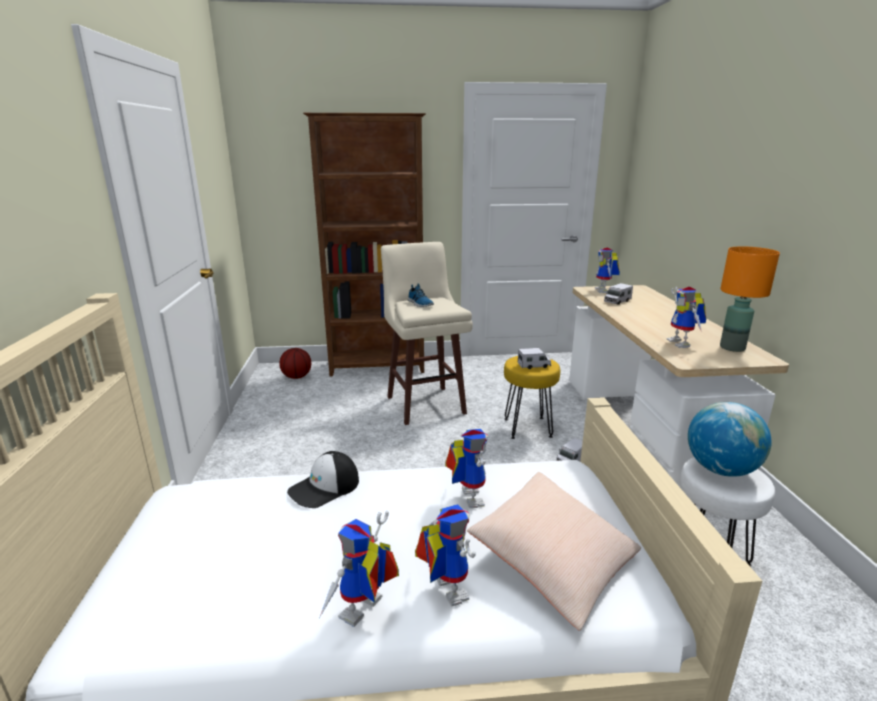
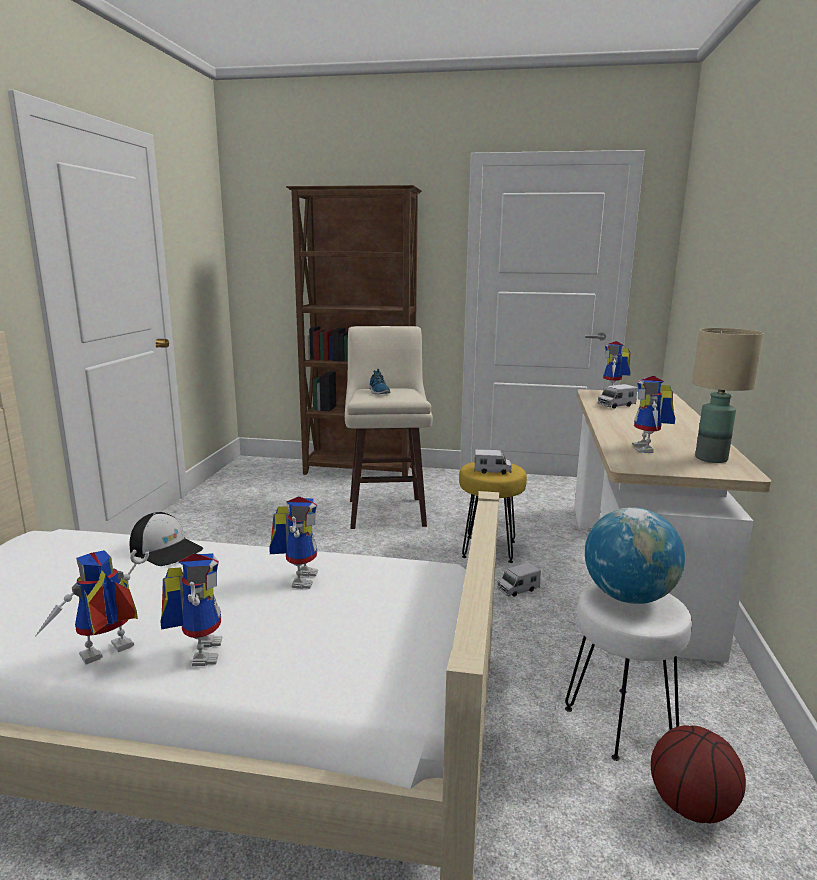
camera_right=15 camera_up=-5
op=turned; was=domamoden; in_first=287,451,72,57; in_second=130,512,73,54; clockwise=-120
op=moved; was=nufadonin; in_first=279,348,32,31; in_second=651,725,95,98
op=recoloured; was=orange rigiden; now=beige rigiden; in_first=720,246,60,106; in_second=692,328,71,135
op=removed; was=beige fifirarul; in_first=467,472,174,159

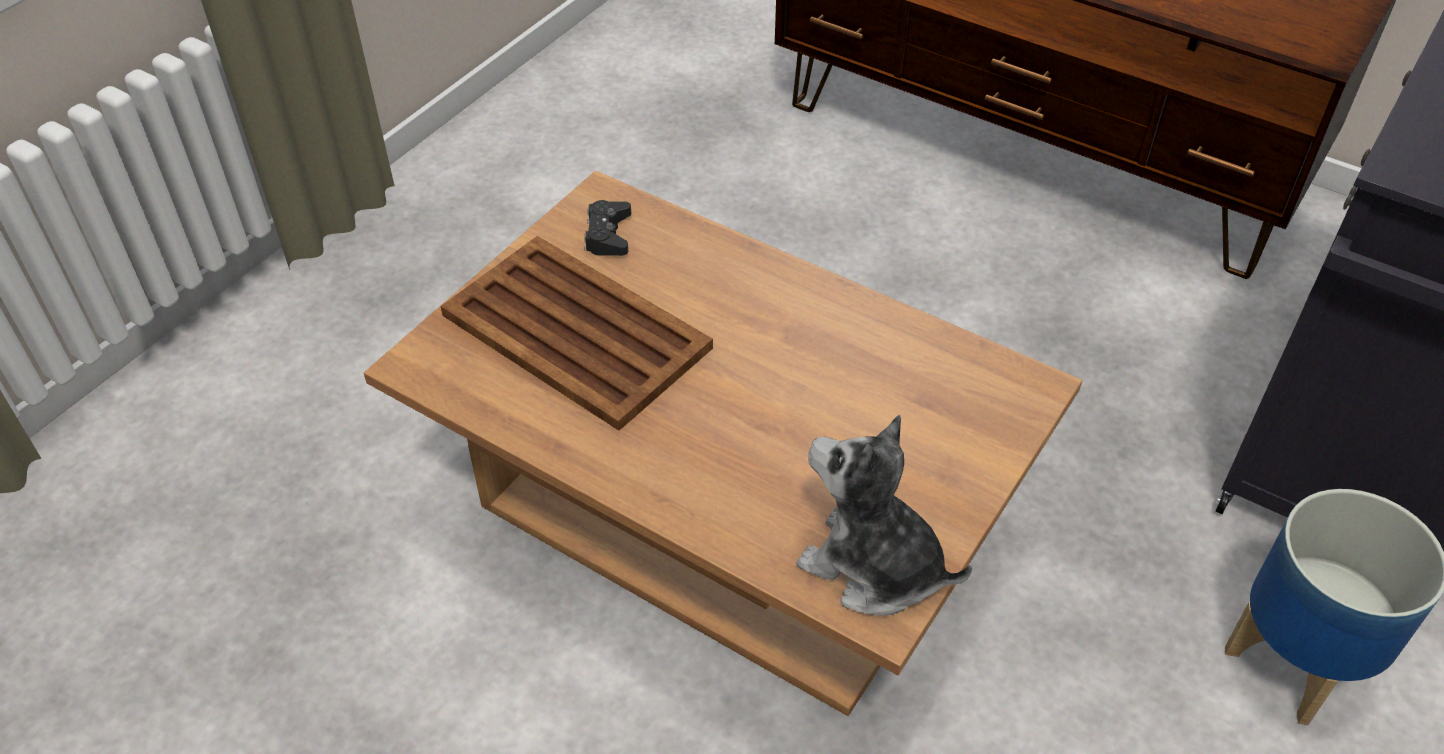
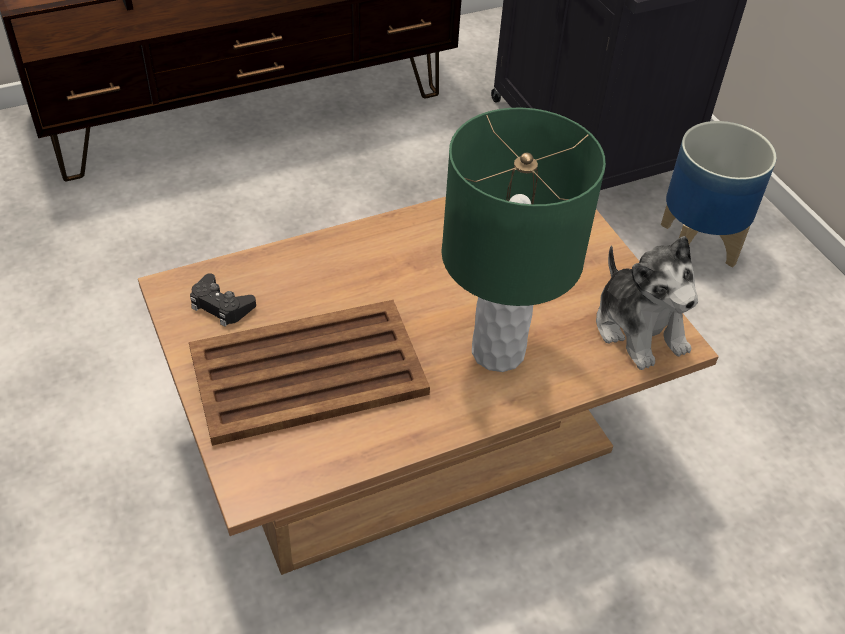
camera_right=-60 camera_up=0
op=added; now=green rigiden; in_second=441,108,165,264
op=turned; was=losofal; in_first=797,415,175,201; in_second=596,236,102,134; clockwise=-90

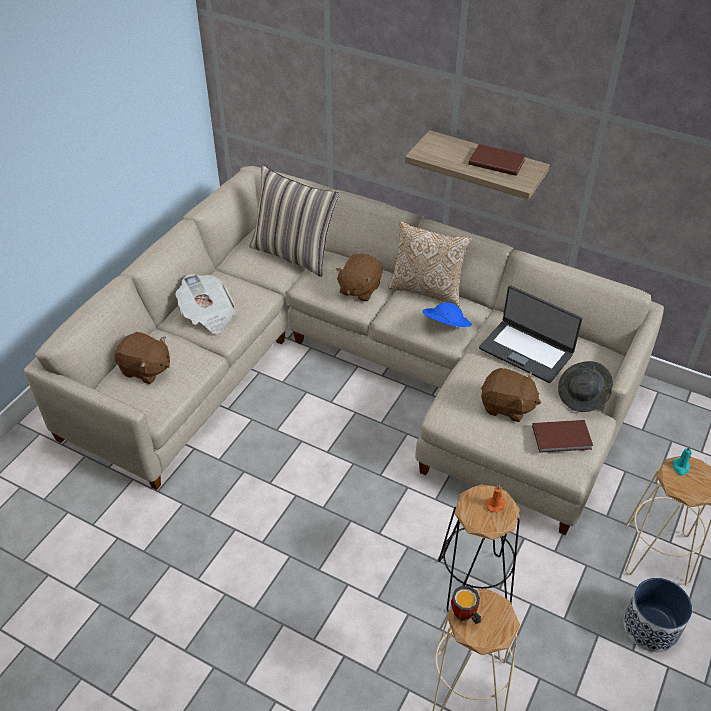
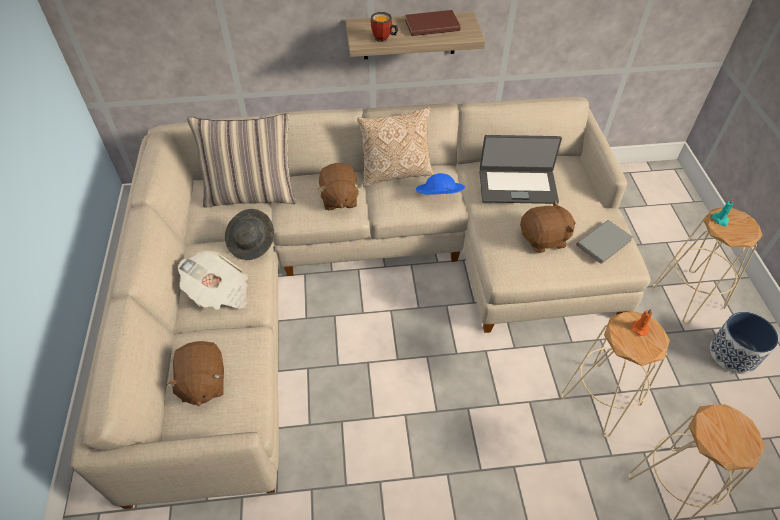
camera_right=-35 camera_up=5
op=turned; was=brown losofal; in_first=114,332,56,52; in_second=166,341,58,65; clockwise=90
op=moved; was=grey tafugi; in_first=558,361,55,51; in_second=225,209,49,51
op=moved; was=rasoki; in_first=451,586,30,38; in_second=371,12,28,30
op=recoloured; was=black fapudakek; now=beige fapudakek; in_first=438,484,82,128; in_second=561,311,109,126
op=recoloured; was=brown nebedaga; now=grey nebedaga; in_first=532,420,61,33; in_second=576,220,57,44

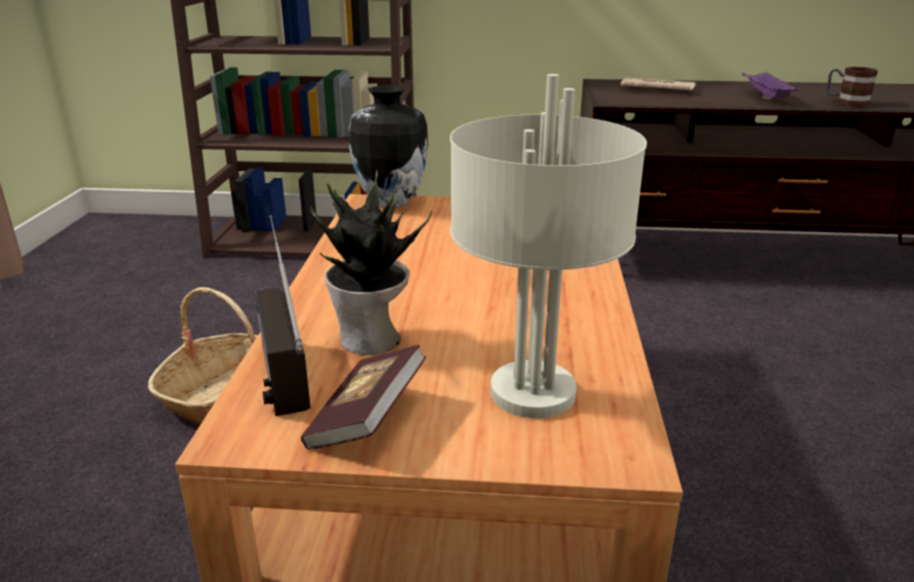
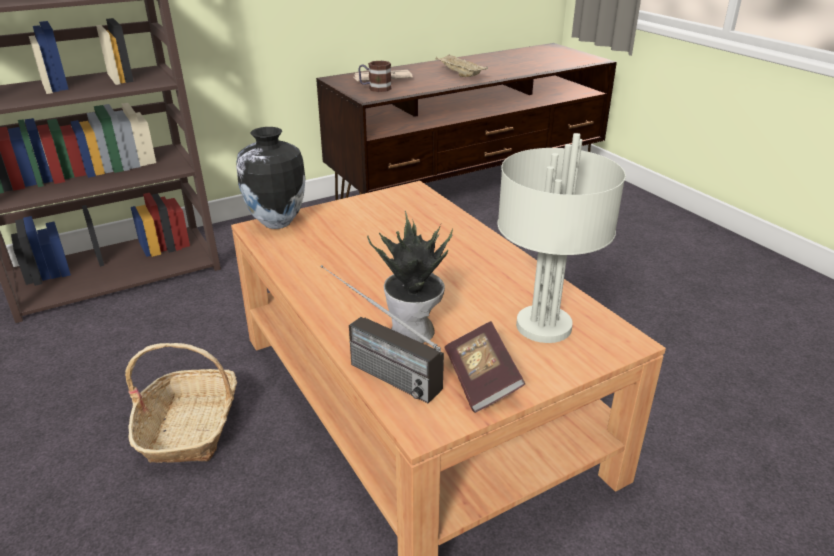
camera_right=-35 camera_up=5
op=moved; was=rasoki; in_first=827,67,51,40; in_second=358,61,33,31
op=recoloured; was=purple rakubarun; now=beige rakubarun; in_first=742,72,57,28; in_second=436,54,52,23

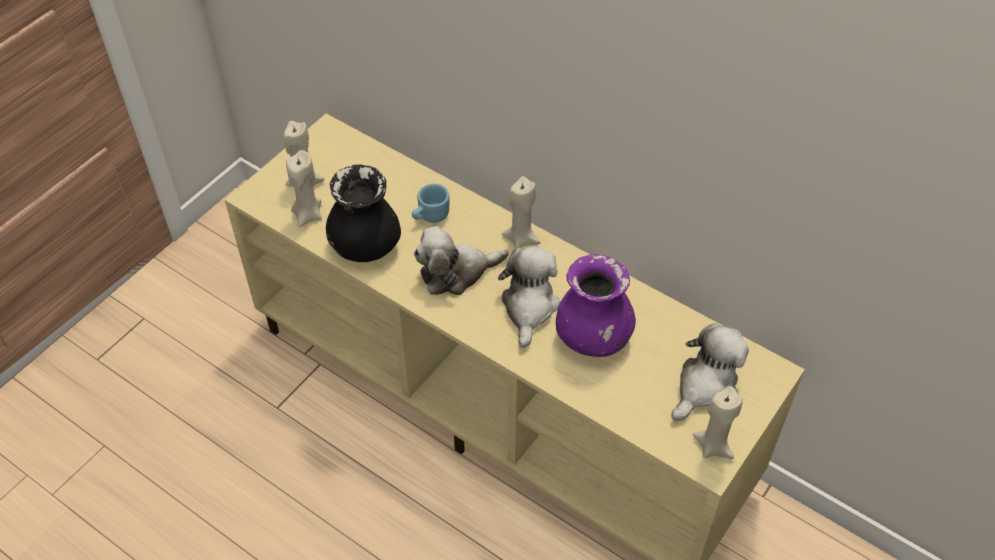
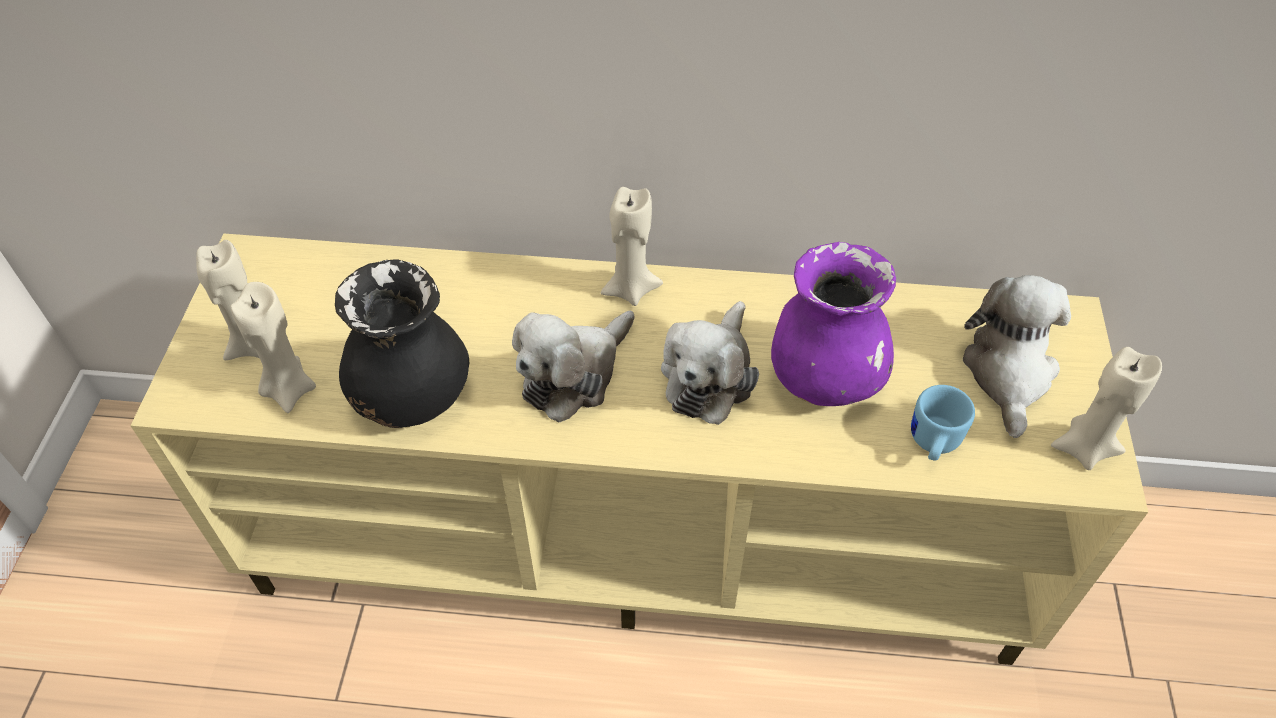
camera_right=-30 camera_up=0
op=turned; was=losofal; in_first=498,245,62,103; in_second=661,301,98,124; clockwise=-135
op=moved; was=blue rasoki; in_first=412,184,38,39; in_second=911,385,64,76

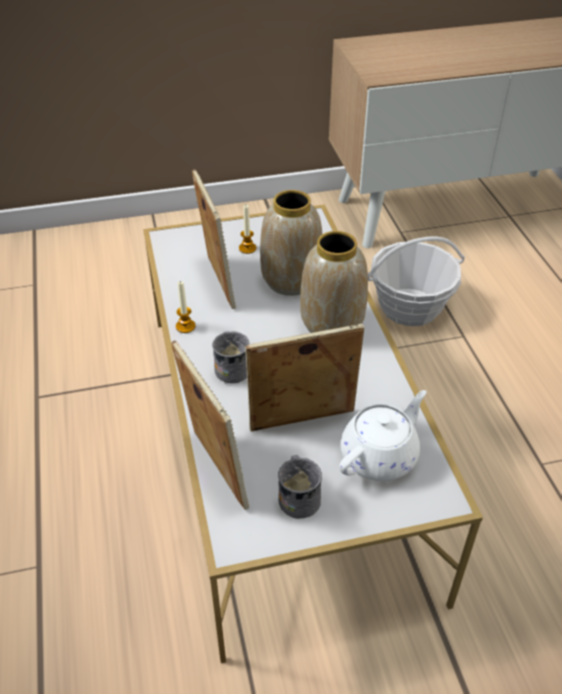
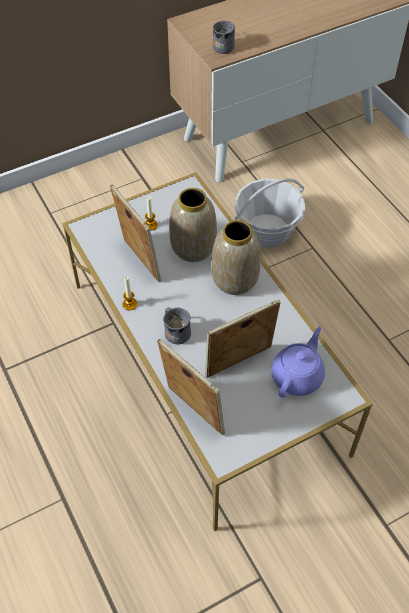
camera_right=-15 camera_up=10
op=moved; was=grey rasoki; in_first=278,455,44,64; in_second=213,21,22,33
op=recoloured; was=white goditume; now=purple goditume; in_first=339,390,88,91; in_second=271,327,54,71

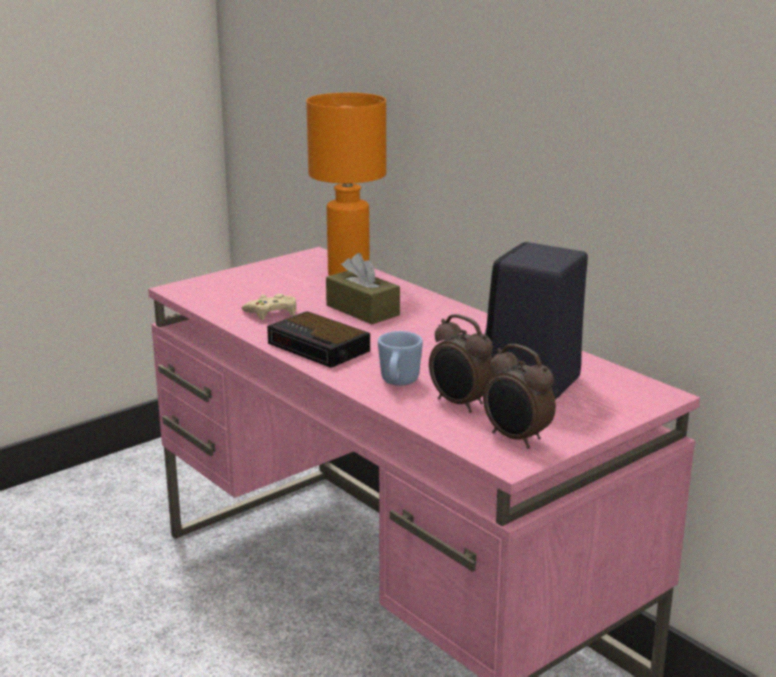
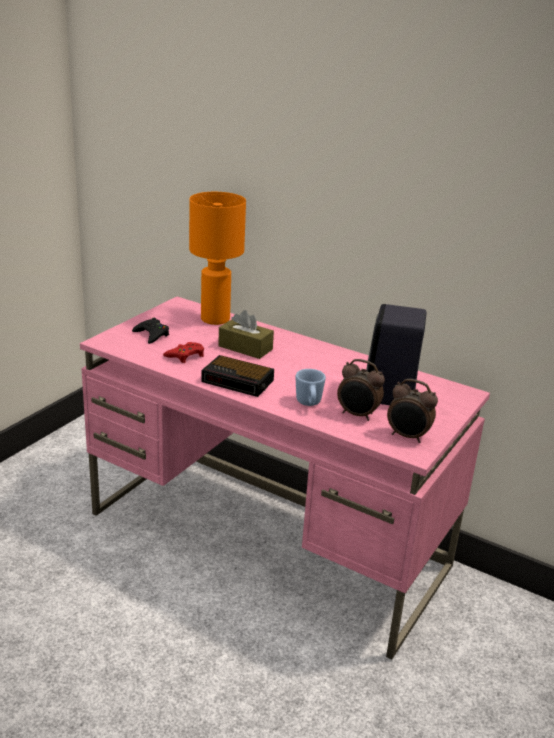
camera_right=-20 camera_up=5
op=added; now=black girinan; in_second=132,318,37,26
op=recoloured; was=beige girinan; now=red girinan; in_first=242,294,54,26; in_second=163,342,41,21

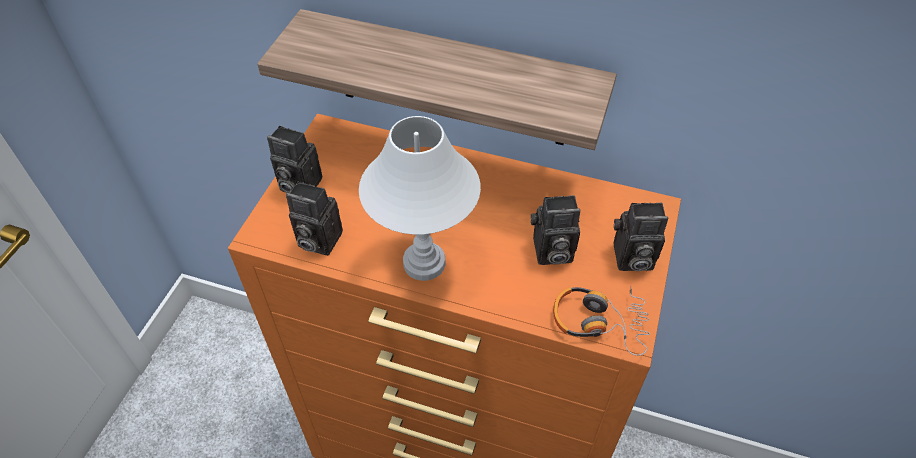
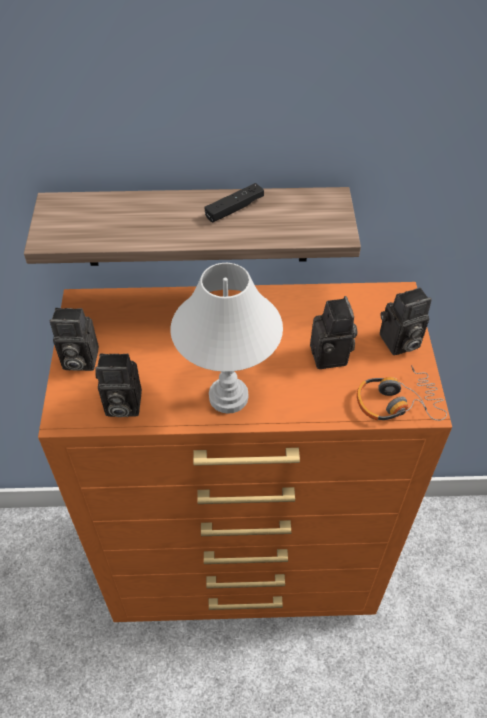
camera_right=-20 camera_up=0
op=added; now=black girinan; in_second=205,183,59,39
op=turned; was=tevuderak; in_first=531,195,49,70; in_second=310,296,48,73; clockwise=-75

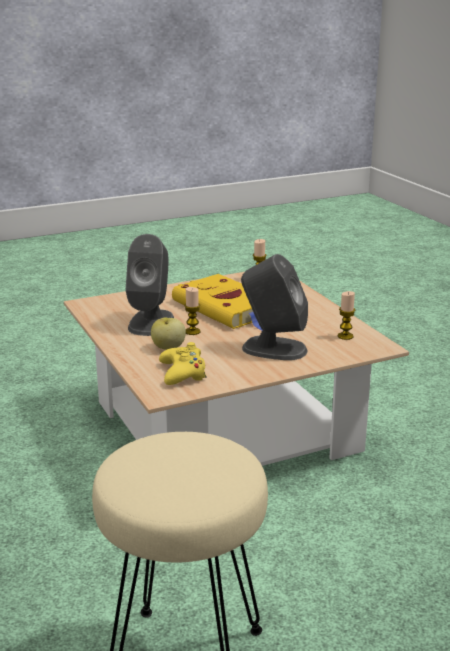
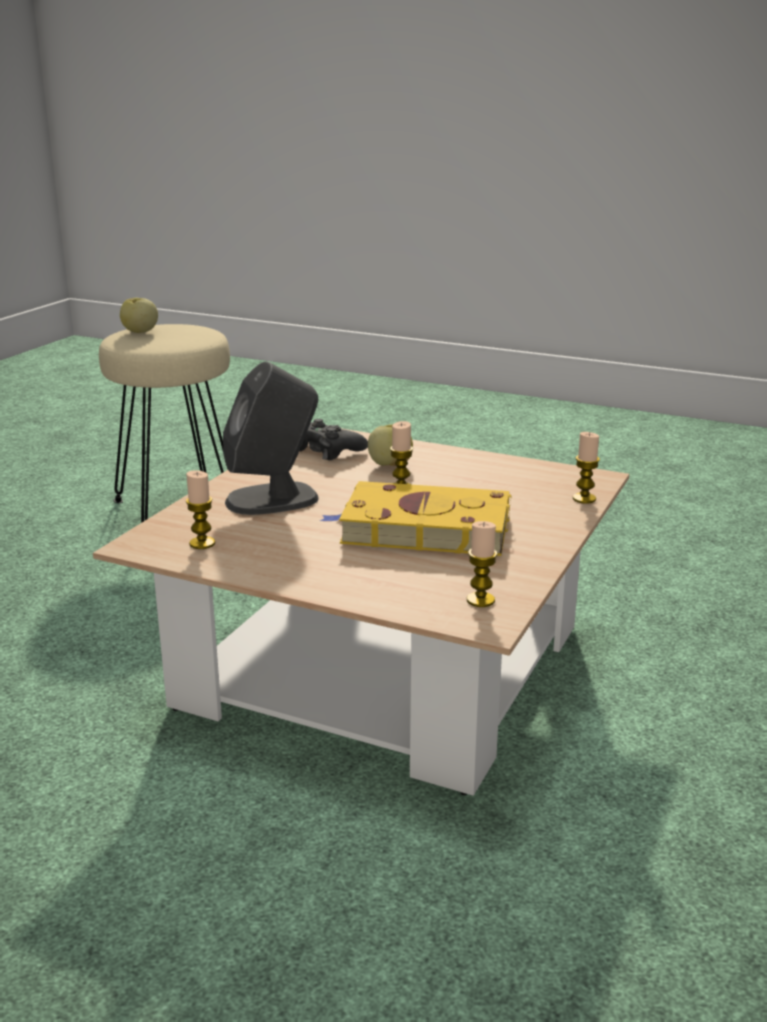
camera_right=140 camera_up=0
op=added; now=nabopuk; in_second=120,298,38,35
op=recoloured; was=yellow girinan; now=black girinan; in_first=159,342,48,43; in_second=300,419,68,41
op=added; now=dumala; in_second=573,432,27,72
op=removed; was=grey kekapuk; in_first=125,234,49,102

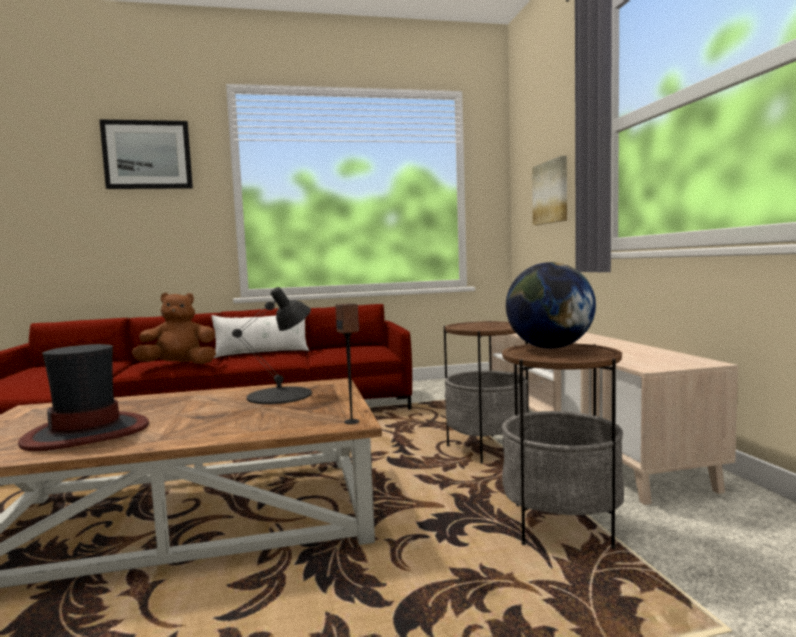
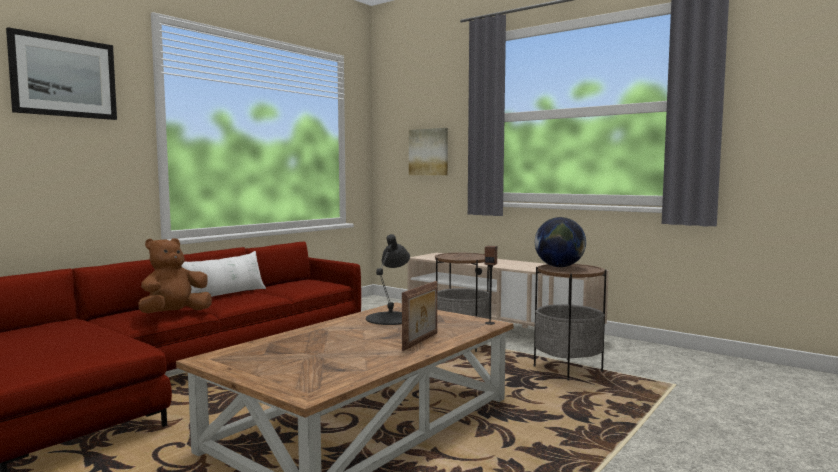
camera_right=-40 camera_up=0
op=added; now=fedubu; in_second=402,281,35,70
op=removed; was=tafugi; in_first=18,344,131,107

